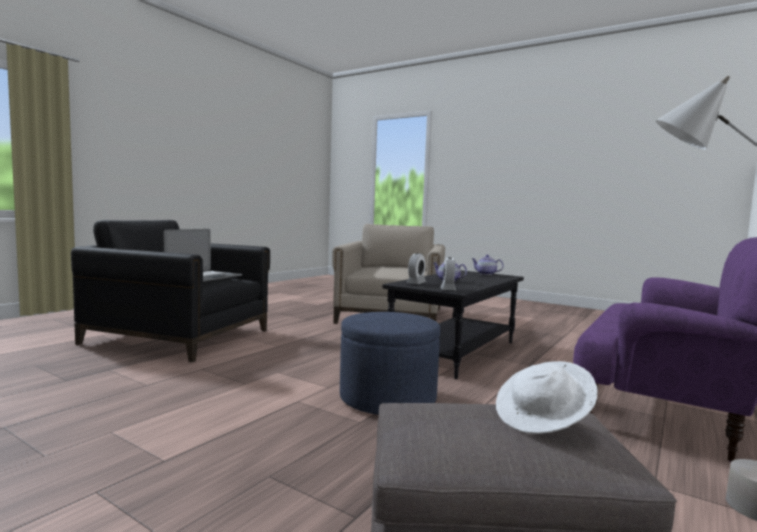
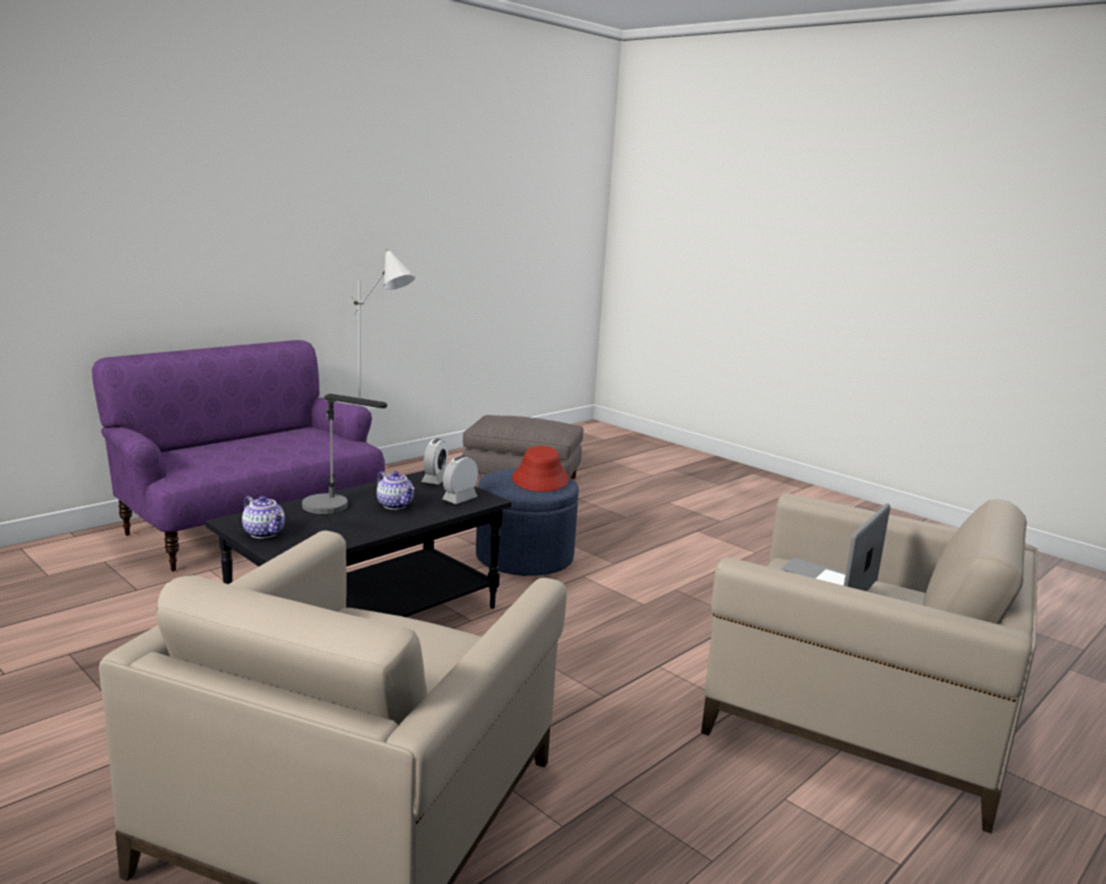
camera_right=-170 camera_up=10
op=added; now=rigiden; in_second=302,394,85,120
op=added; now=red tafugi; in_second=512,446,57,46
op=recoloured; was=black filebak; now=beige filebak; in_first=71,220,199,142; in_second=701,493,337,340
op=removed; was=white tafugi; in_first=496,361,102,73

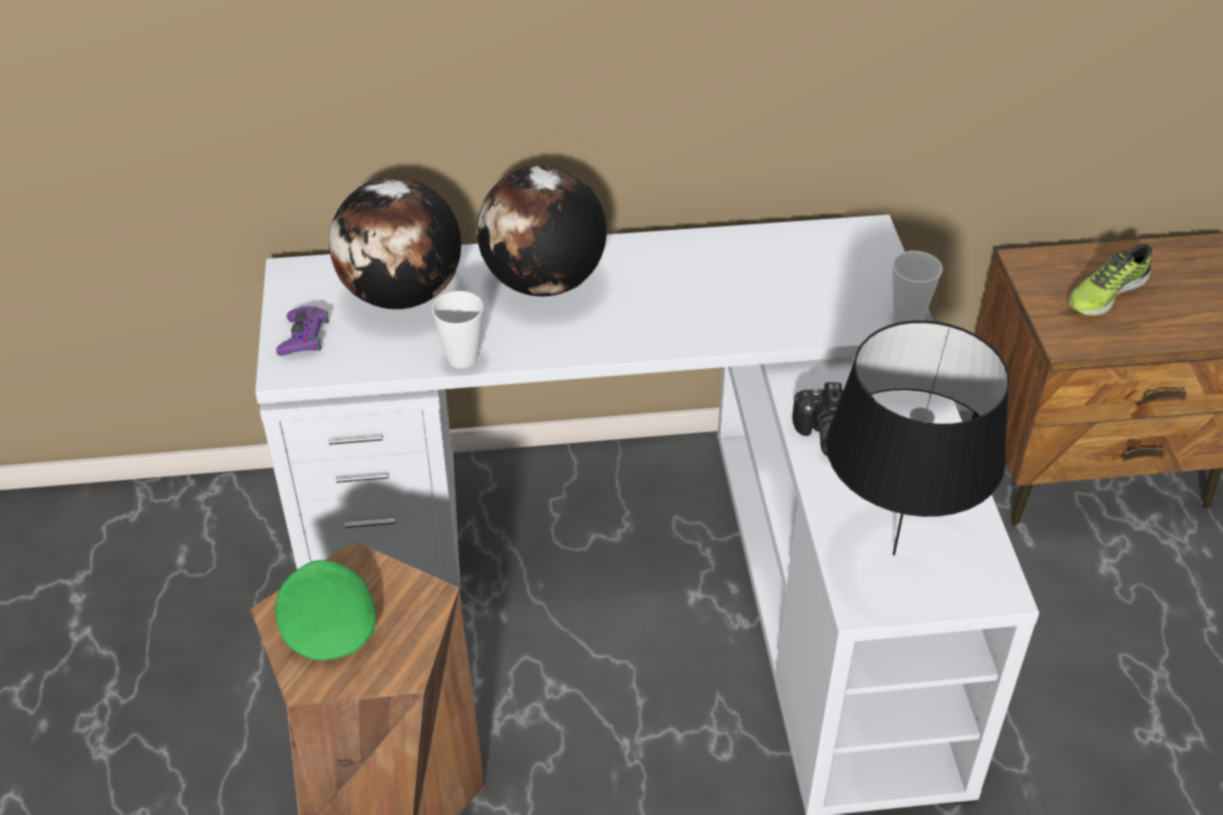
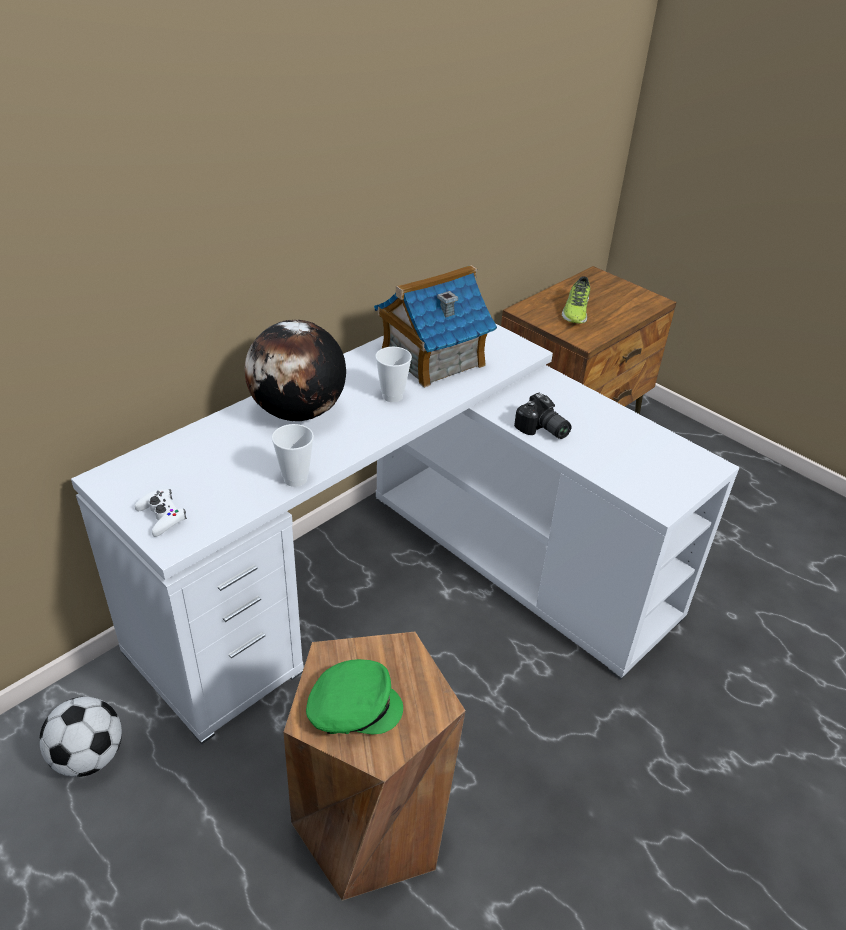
camera_right=-40 camera_up=-5
op=added; now=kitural; in_second=40,697,82,80
op=recoloured; was=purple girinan; now=white girinan; in_first=276,306,53,50; in_second=135,489,52,48
op=turned; was=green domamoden; in_first=275,560,101,101; in_second=306,659,97,75; clockwise=150
op=added; now=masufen; in_second=374,265,123,123
op=moved; was=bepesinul; in_first=892,251,51,72; in_second=375,347,37,55
op=removed; was=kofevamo; in_first=329,177,132,132
op=removed; was=black rigiden; in_first=826,320,184,235

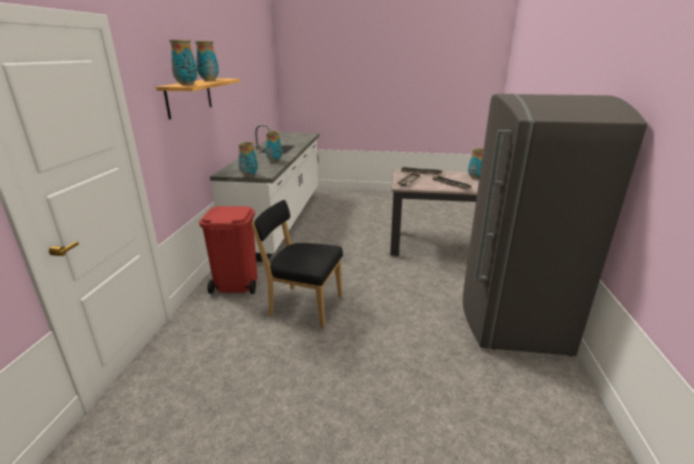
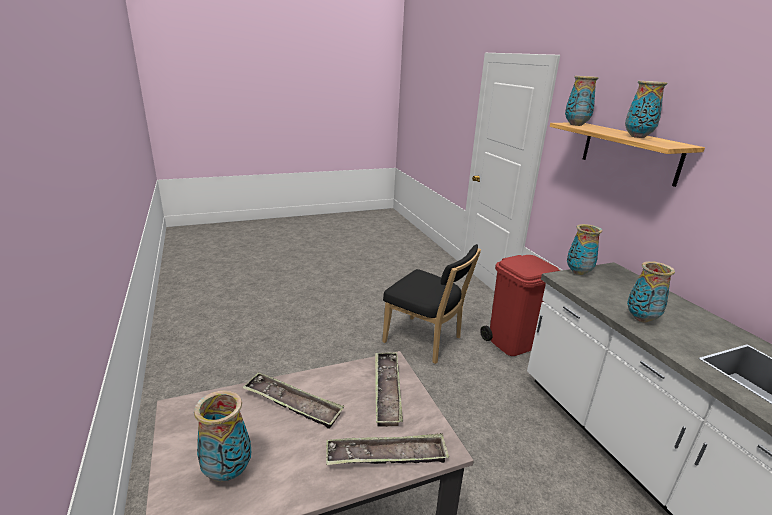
camera_right=150 camera_up=0
op=turned; was=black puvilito; in_first=251,200,92,128; in_second=382,244,99,120; clockwise=45
op=removed; was=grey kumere; in_first=463,93,184,263

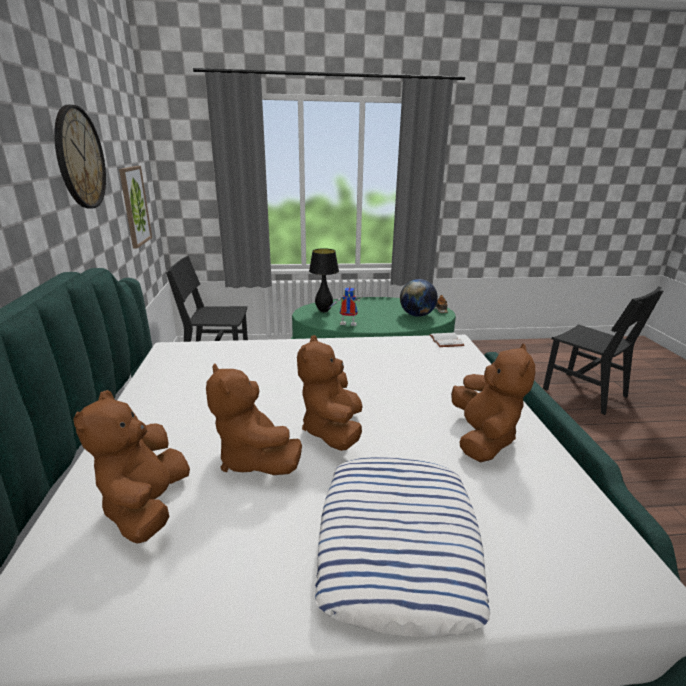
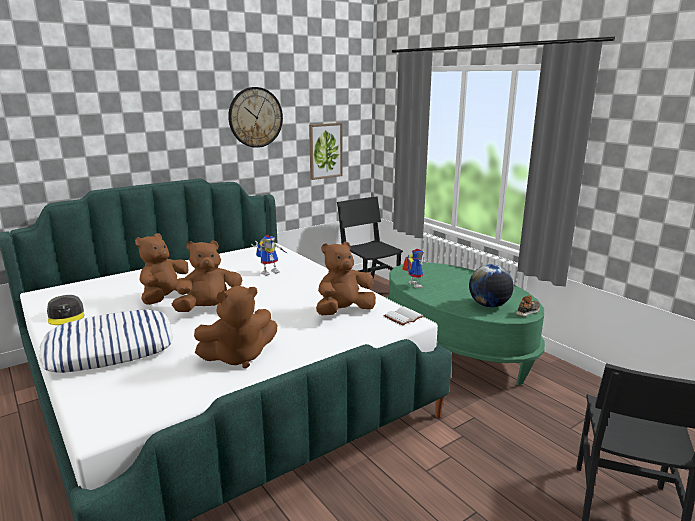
camera_right=60 camera_up=-5
op=added; now=grey domamoden; in_second=47,295,37,30
op=added; now=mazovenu; in_second=251,235,37,41
op=moved; was=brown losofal; in_first=73,390,117,154; in_second=316,242,60,73
op=removed; was=black rigiden; in_first=309,248,30,64

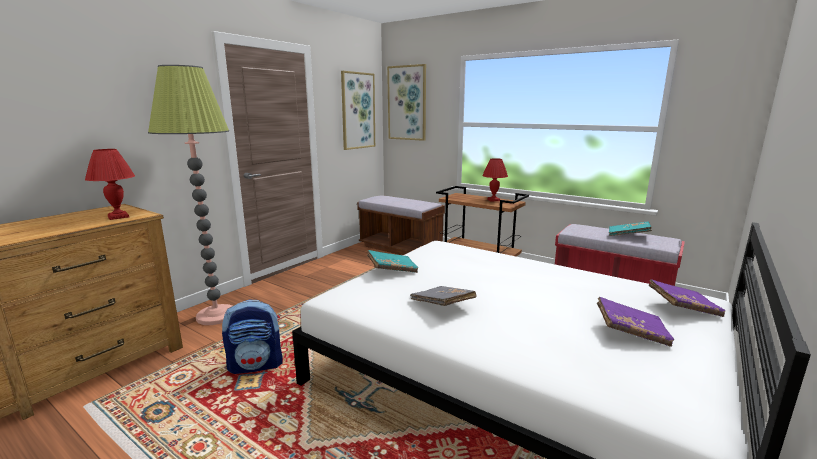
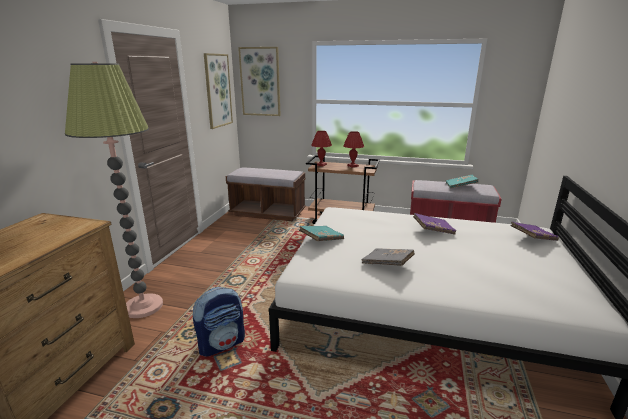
camera_right=-20 camera_up=5
op=moved; was=red rigiden; in_first=85,149,50,71; in_second=311,131,21,35
op=moved; was=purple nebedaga; in_first=597,297,77,50; in_second=413,213,43,22

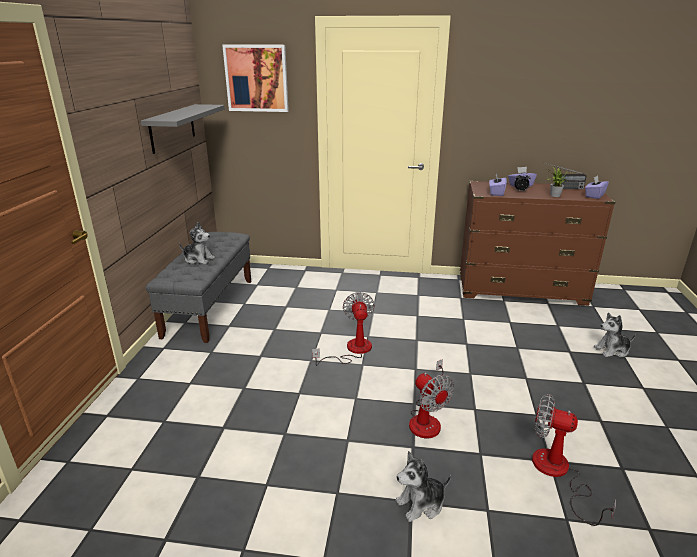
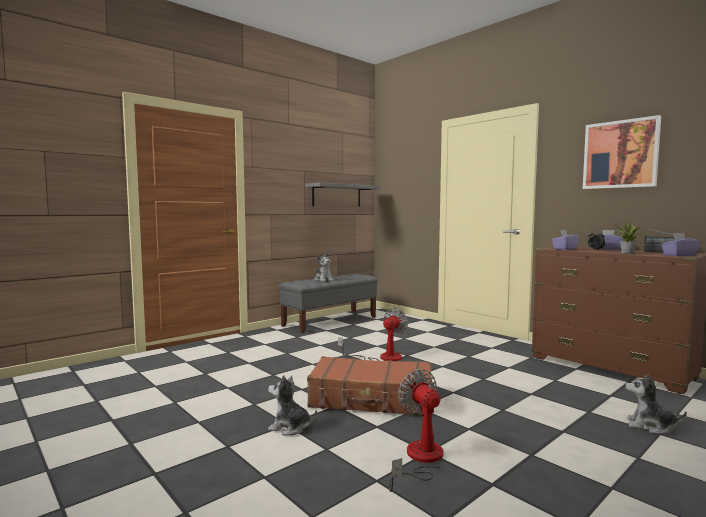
camera_right=40 camera_up=-20
op=replaced; was=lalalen; now=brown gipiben; in_first=409,359,45,79; in_second=307,356,124,59
op=moved; was=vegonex; in_first=222,44,67,68; in_second=583,115,78,74

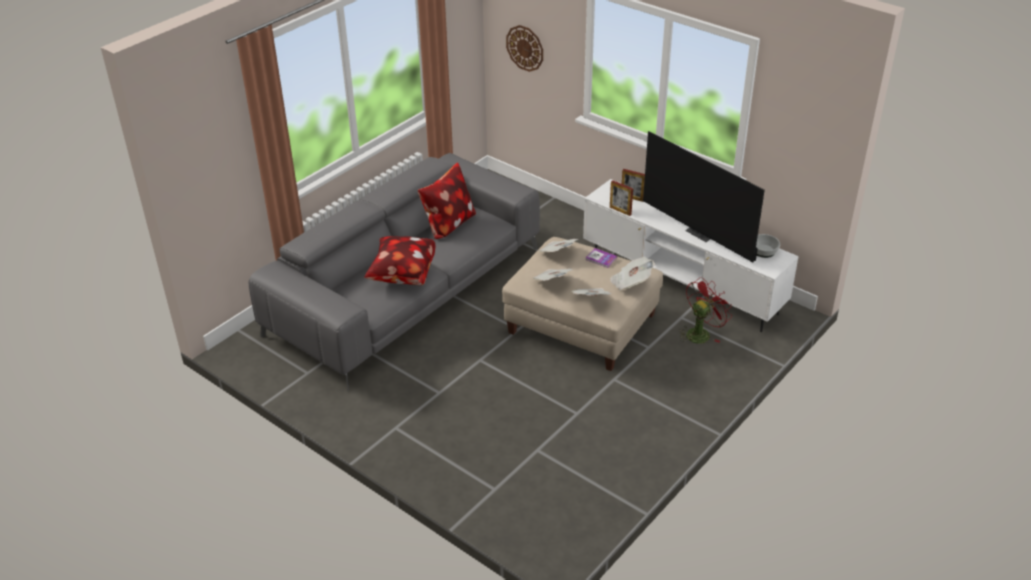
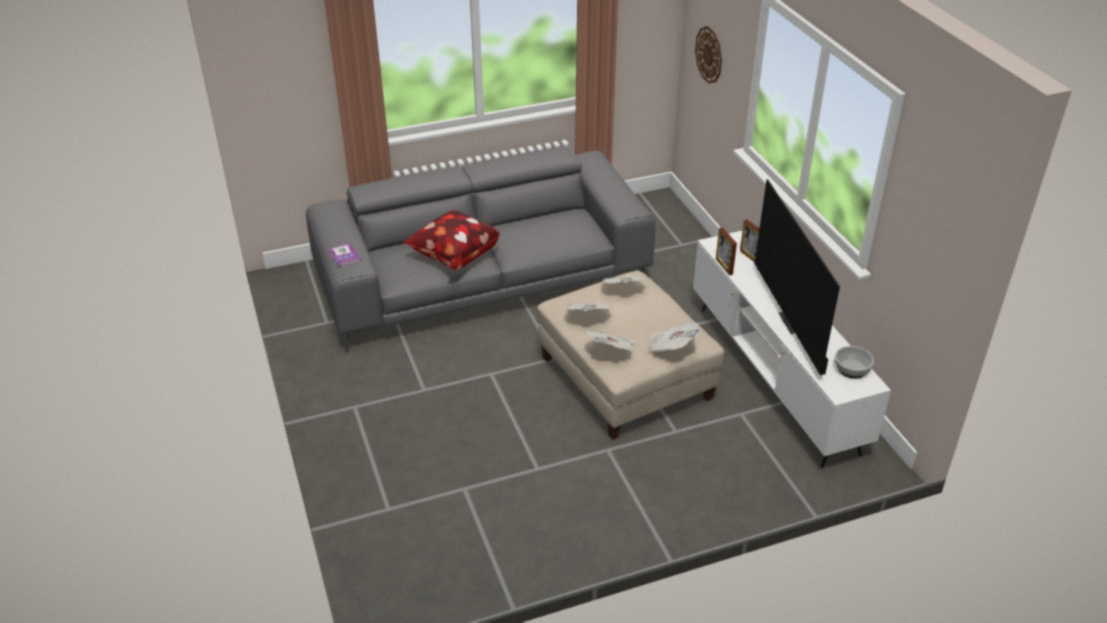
camera_right=30 camera_up=0
op=moved; was=nebedaga; in_first=586,248,31,20; in_second=329,243,32,24
op=removed; was=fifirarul; in_first=418,162,58,77
op=removed; was=red lalalen; in_first=679,277,53,67

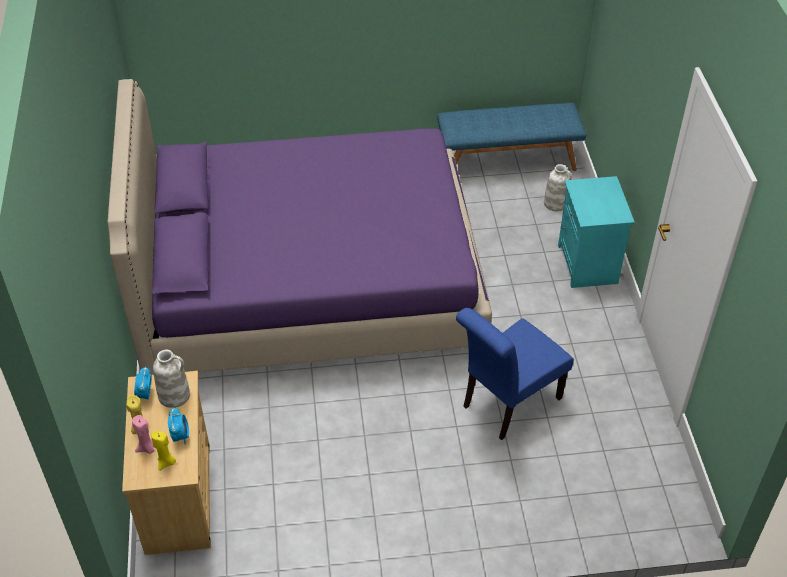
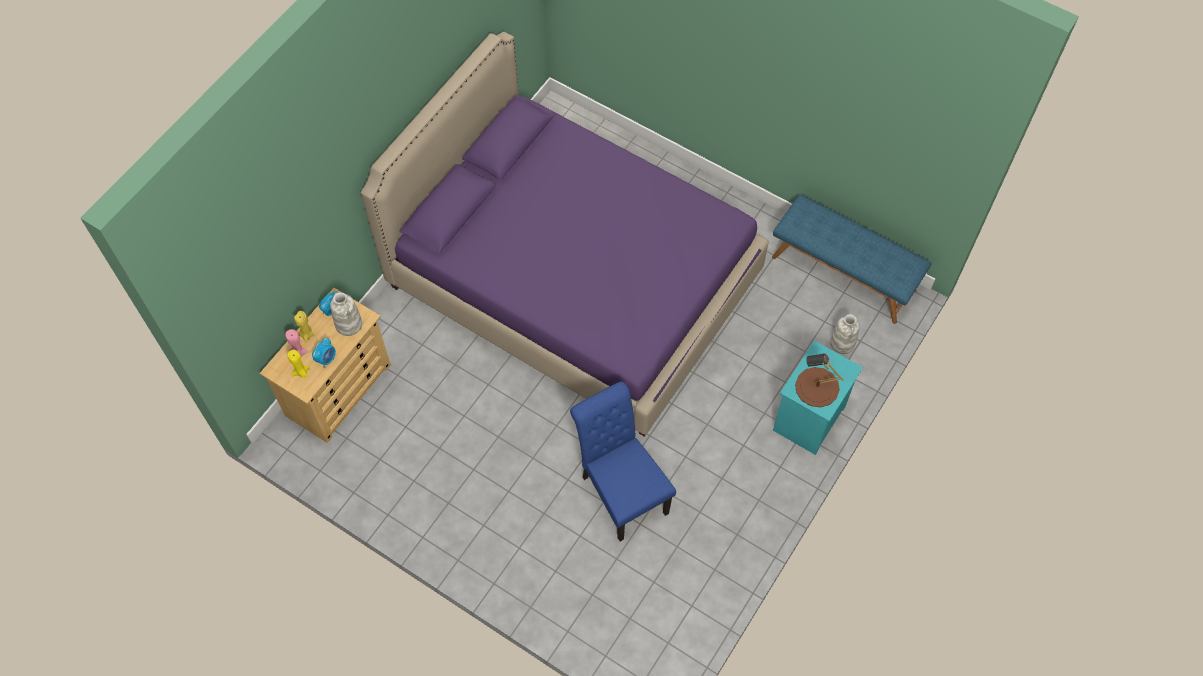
camera_right=40 camera_up=15
op=turned; was=blue puvilito; in_first=456,308,118,132; in_second=570,381,106,161; clockwise=60
op=added; now=brown rigiden; in_second=795,353,49,54

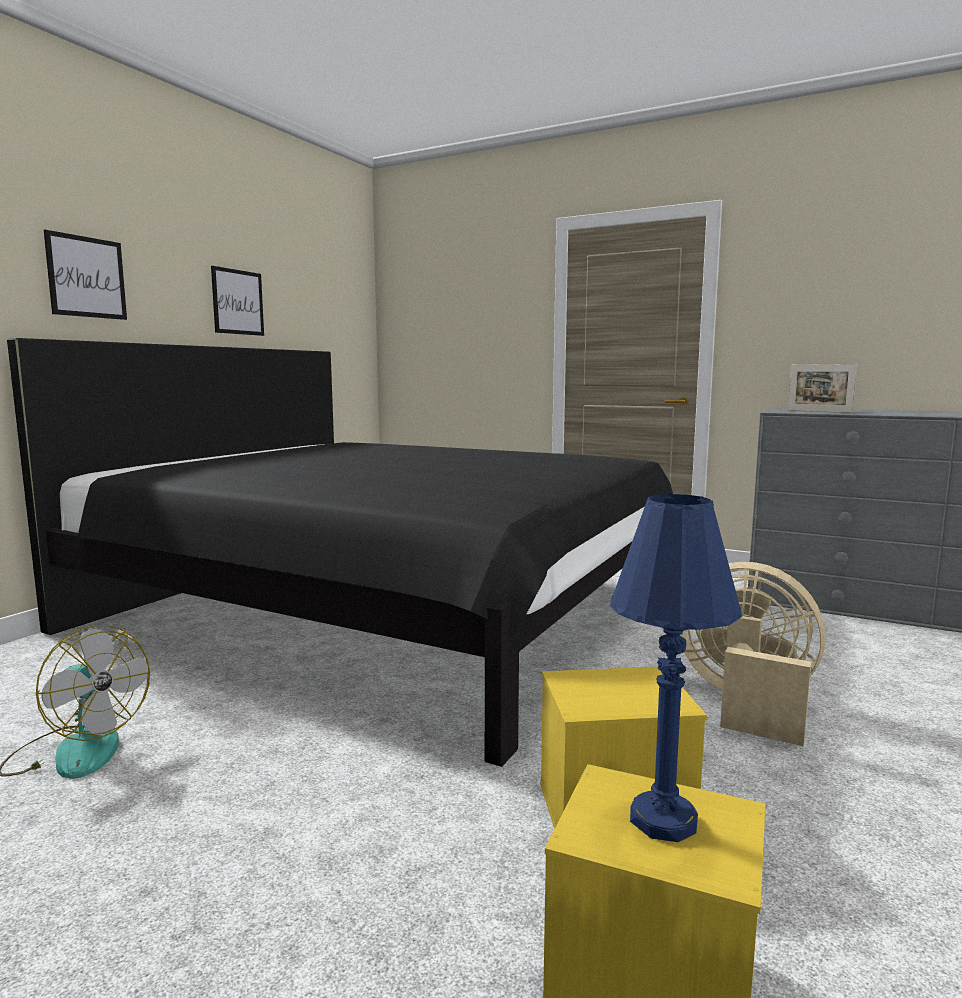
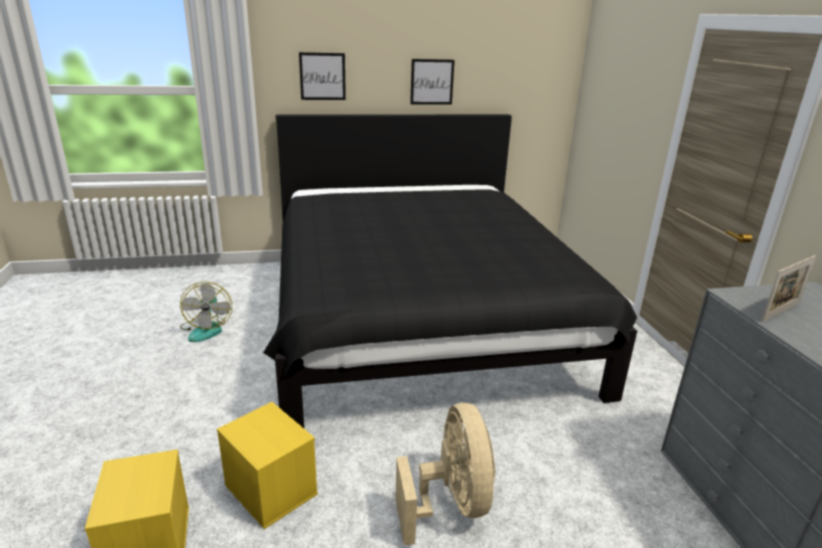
camera_right=50 camera_up=15
op=turned; was=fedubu; in_first=788,364,69,49; in_second=761,255,55,67; clockwise=-135
op=removed; was=blue rigiden; in_first=610,494,132,348

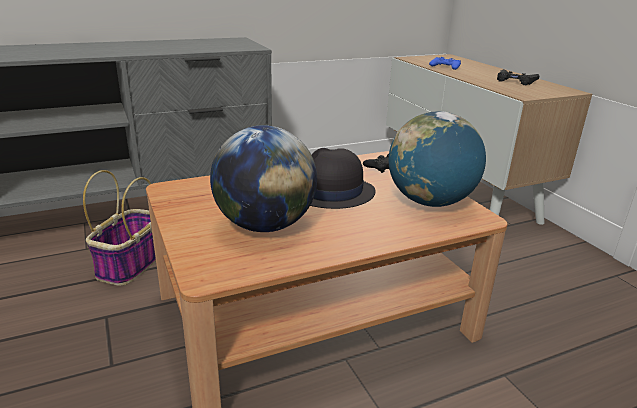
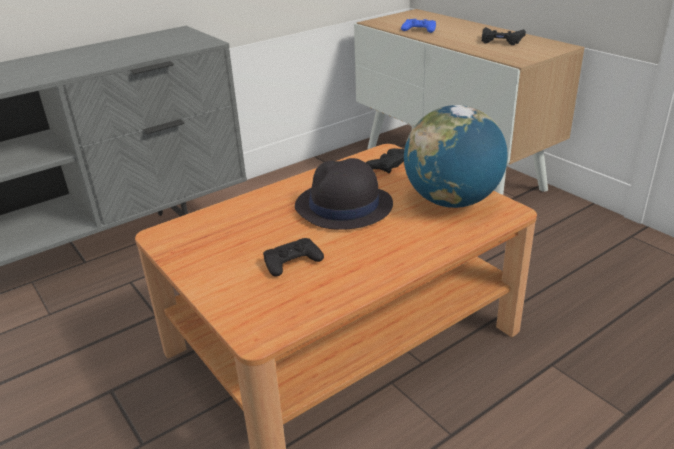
camera_right=-10 camera_up=5
op=replaced; was=kofevamo; now=black girinan; in_first=210,125,107,107; in_second=263,238,61,38
op=removed; was=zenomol; in_first=83,170,73,116

